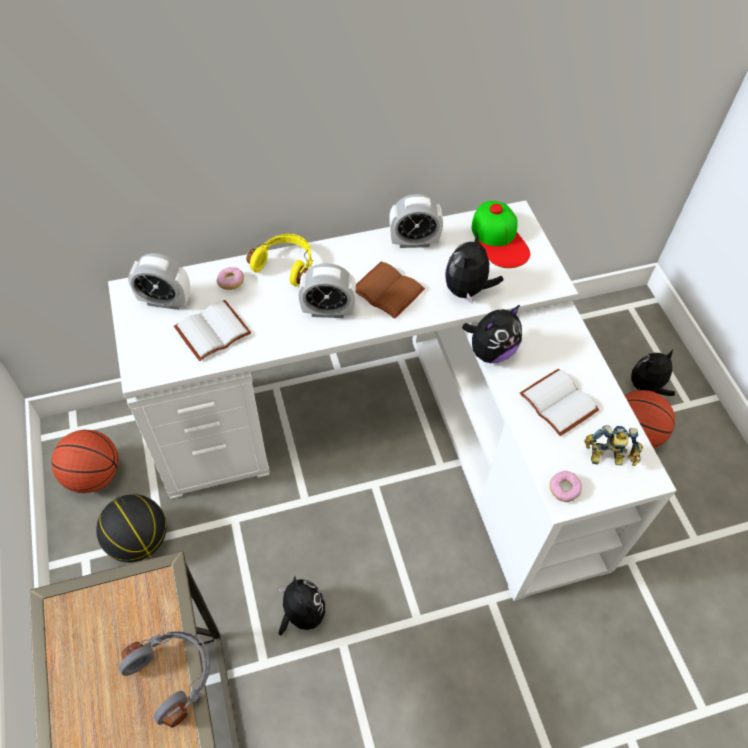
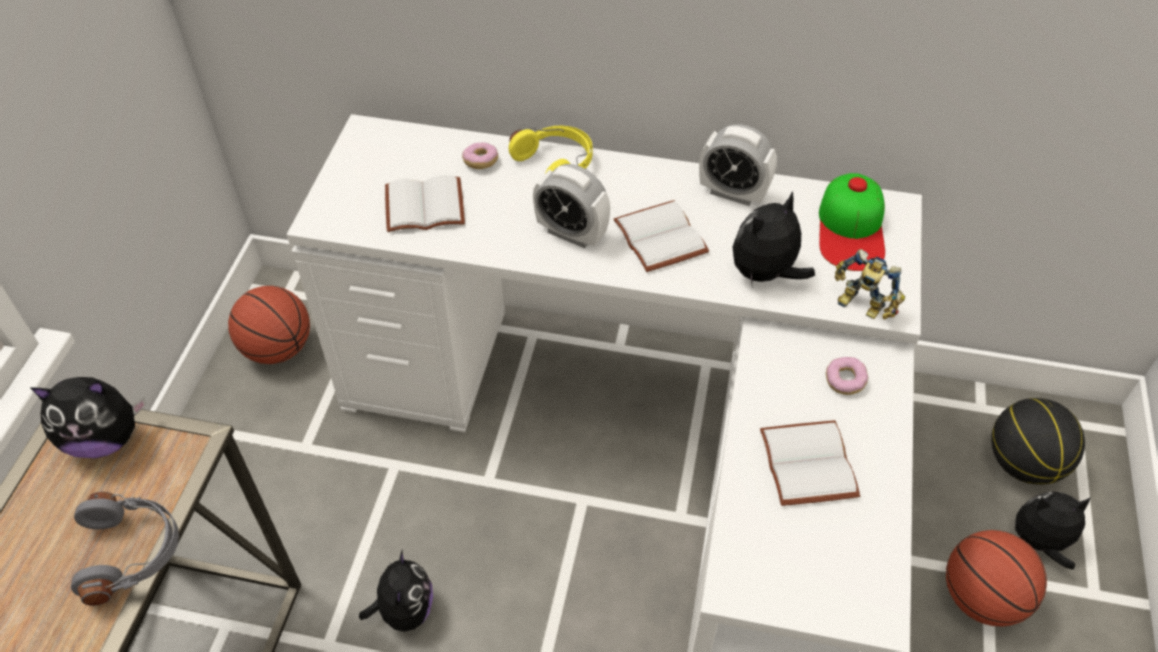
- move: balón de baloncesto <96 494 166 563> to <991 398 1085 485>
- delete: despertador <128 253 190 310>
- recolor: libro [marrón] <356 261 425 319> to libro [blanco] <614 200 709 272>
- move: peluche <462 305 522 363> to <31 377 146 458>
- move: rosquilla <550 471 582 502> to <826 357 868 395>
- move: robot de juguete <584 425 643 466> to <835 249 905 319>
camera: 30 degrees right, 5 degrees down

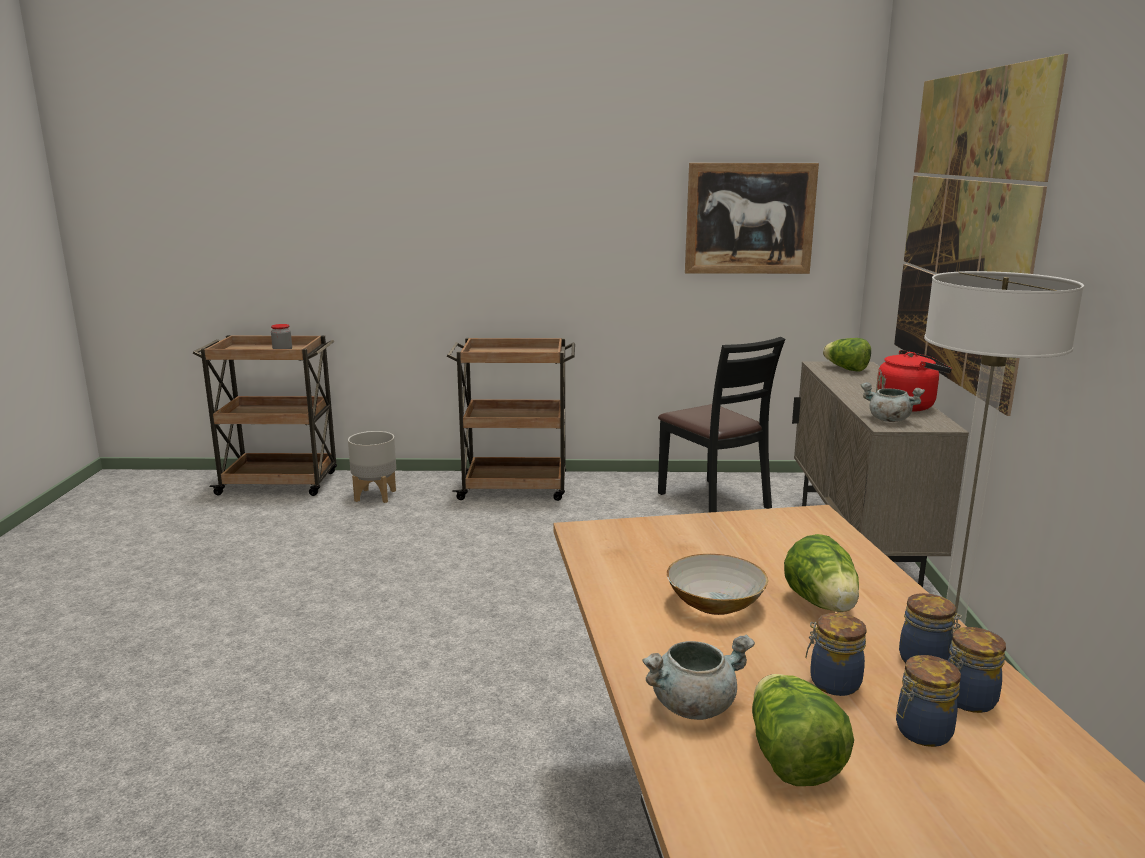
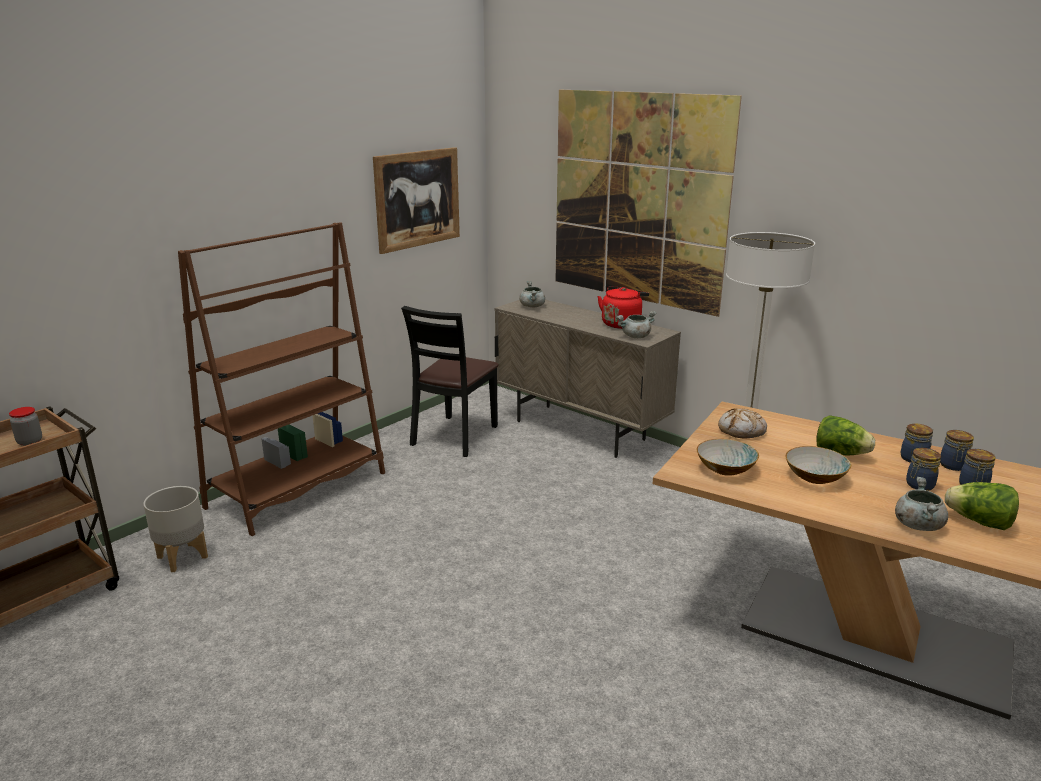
- replace: carrito [marrón] <447 338 575 501> to estantería [marrón] <178 223 385 536>
- rotate: silla [negro] <658 337 786 513> = <401 306 499 457> 105 degrees clockwise
- replace: lechuga <823 338 871 372> to olla [gris] <519 281 545 307>
- insert: cuenco <696 439 759 476>
- insert: pan <718 408 767 439>
camera: 50 degrees left, 5 degrees up

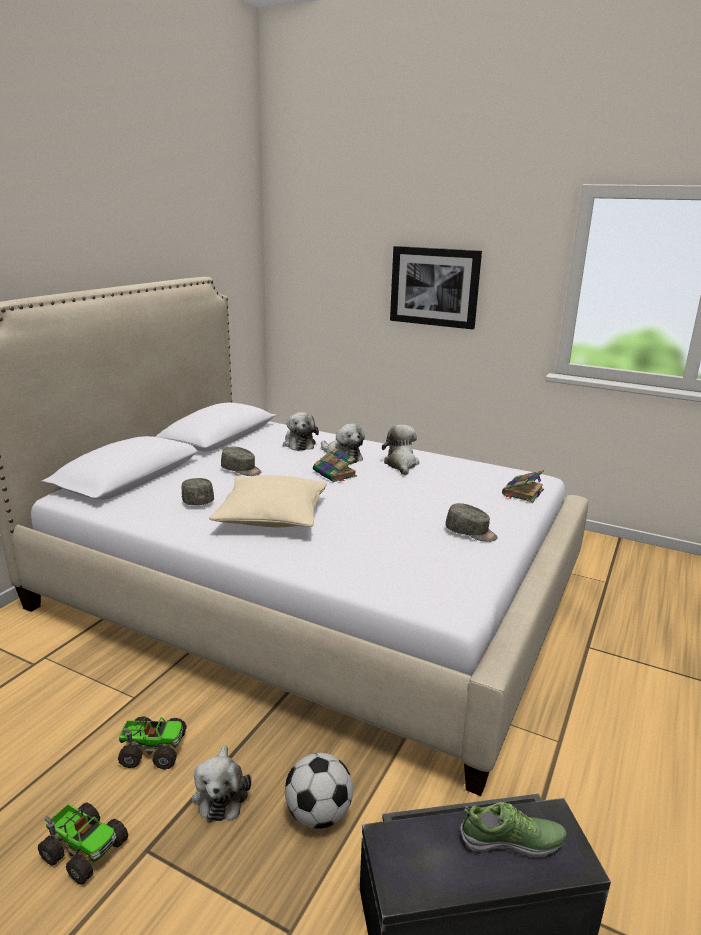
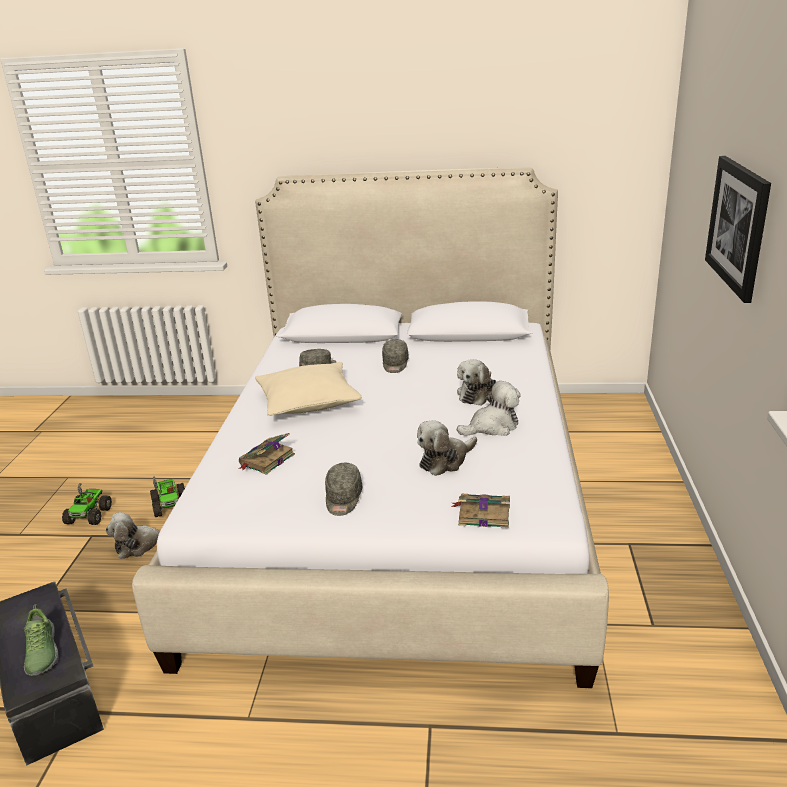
- move: peluche <283 412 319 451> to <417 420 477 476>
- delete: balón de fútbol <285 753 353 829>
- move: libro <313 448 357 482> to <238 433 295 475>
camera: 70 degrees right, 5 degrees up

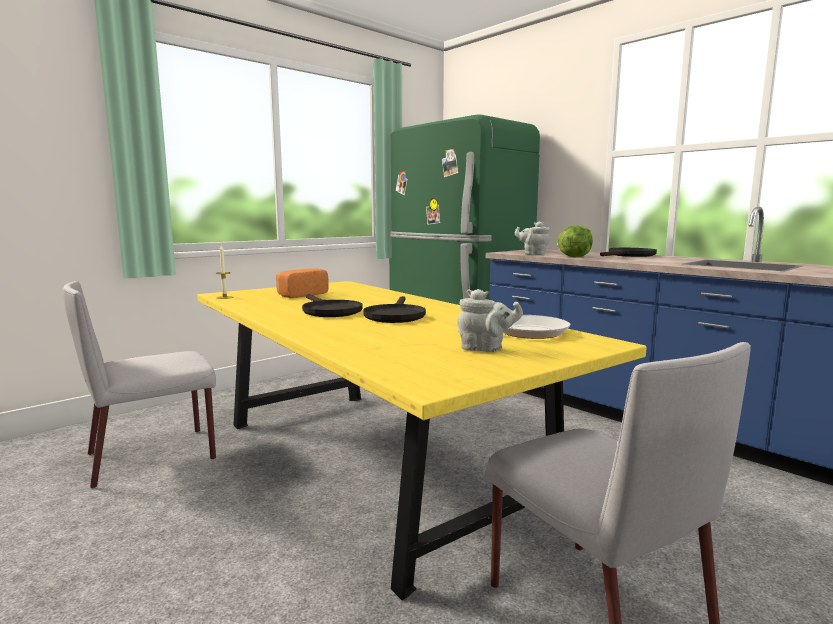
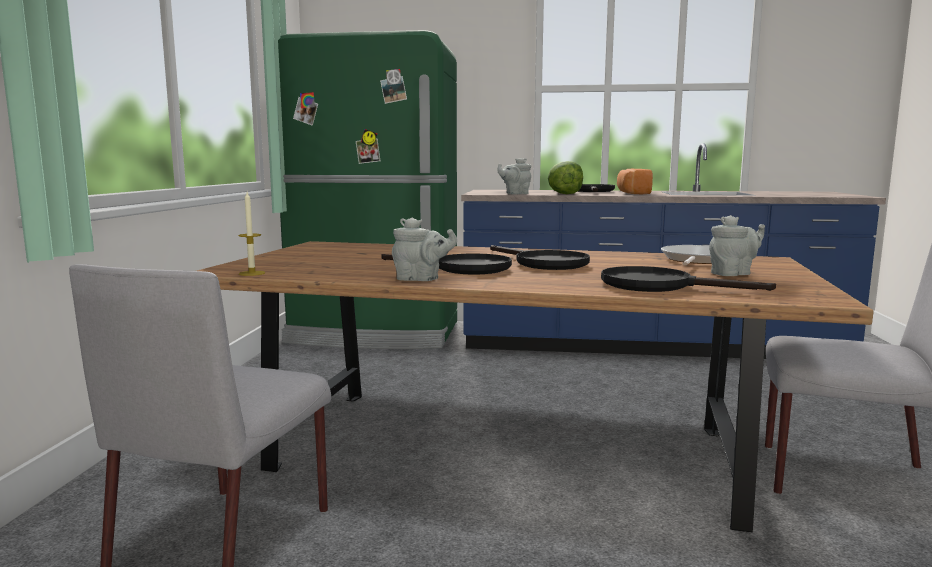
- recolor: mesa de comedor [amarillo] <197 281 647 600> to mesa de comedor [marrón] <197 241 874 532>
- move: pan <276 268 328 298> to <617 169 653 194>
- insert: tetera [gris] <392 218 457 281>
- insert: sartén [negro] <601 266 776 292>
camera: 40 degrees left, 0 degrees up

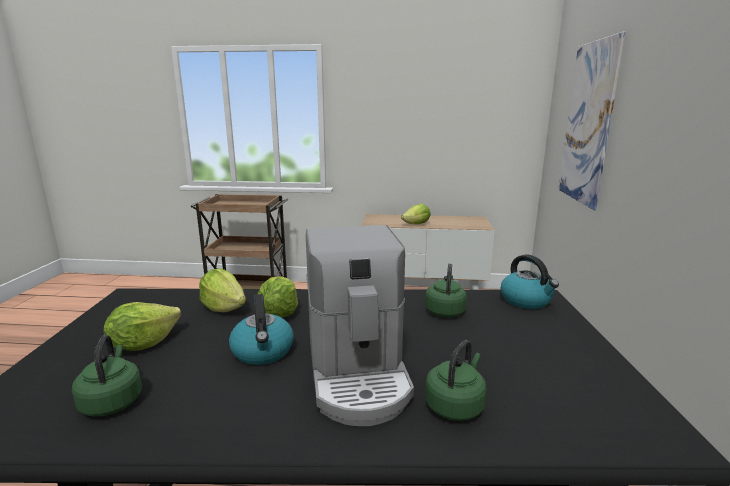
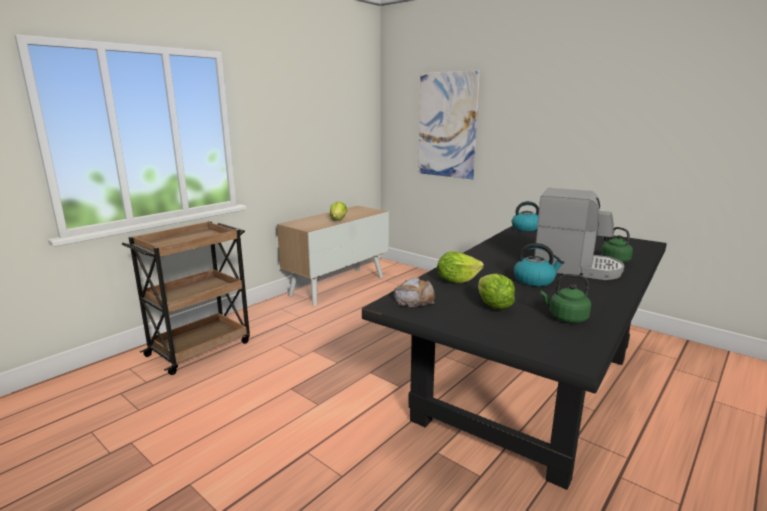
- delete: lechuga <258 276 298 317>
- delete: hervidor [verde] <425 263 467 317>
- insert: pan <394 278 435 307>
camera: 55 degrees left, 0 degrees up

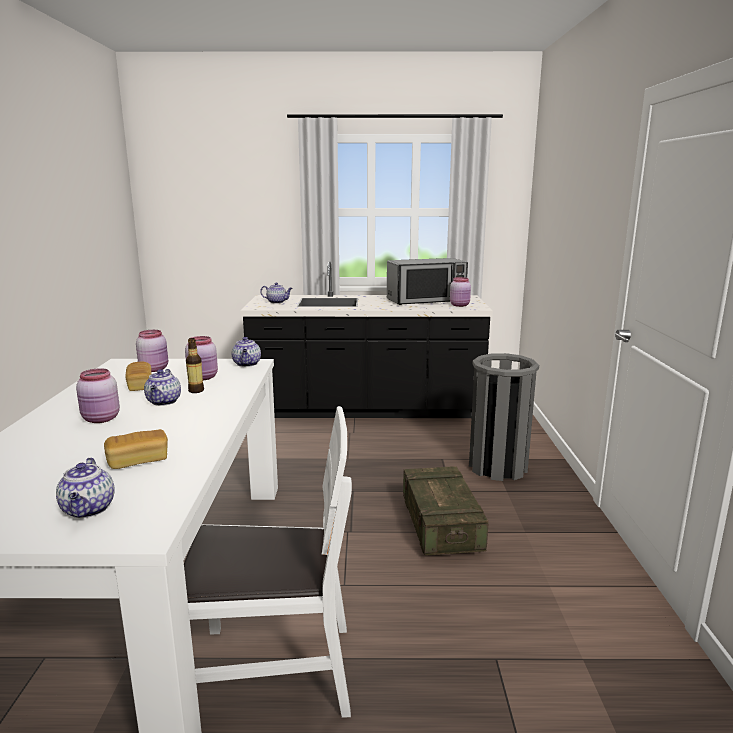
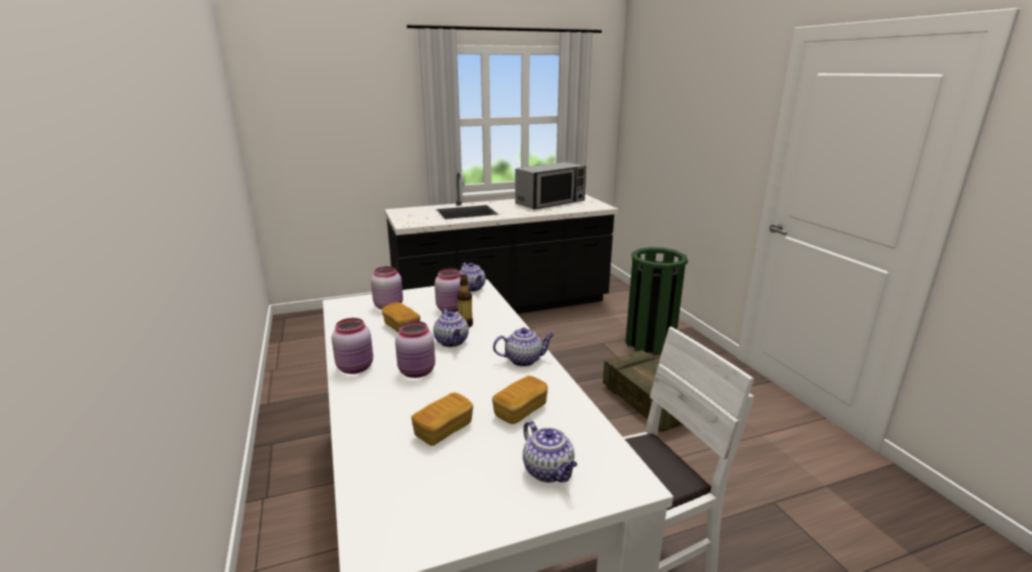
- move: tetera <260 282 292 303> to <493 328 554 367>
- move: tarro [rosa] <450 277 471 307> to <332 318 373 374>
- recolor: papelera [gris] <469 353 539 481> to papelera [verde] <625 247 688 355>
- insert: pan <411 393 473 446>
camera: 20 degrees left, 5 degrees up

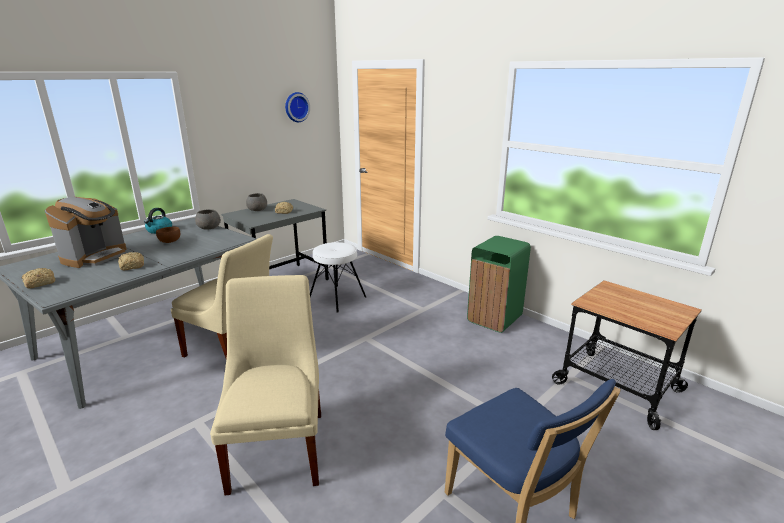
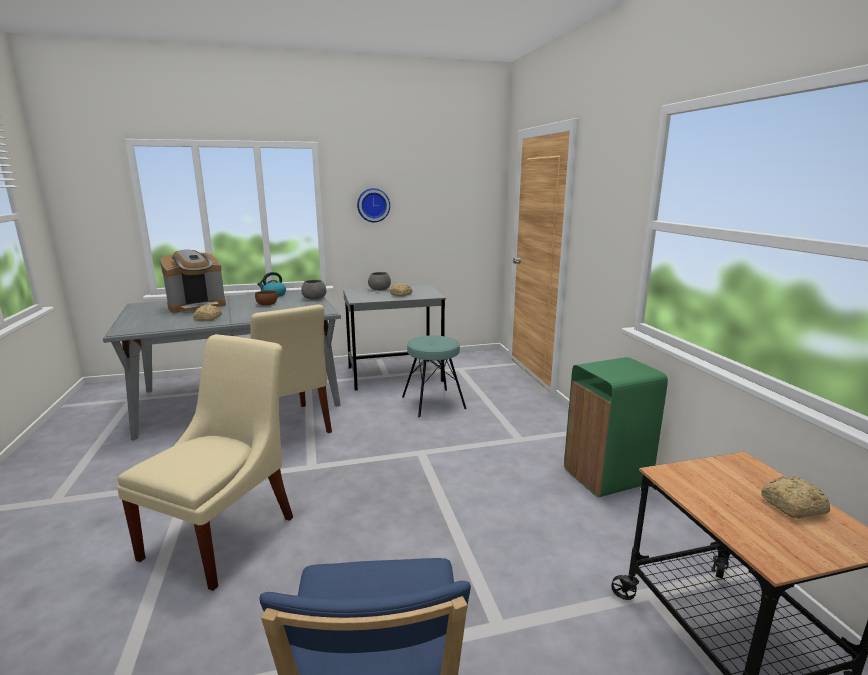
- move: pan <22 268 55 289> to <761 476 830 518>
- move: reloj de pared <285 92 310 122> to <357 188 390 222>
- recolor: taburete [blanco] <310 242 366 313> to taburete [turquesa] <402 335 467 417>
camera: 30 degrees right, 5 degrees down

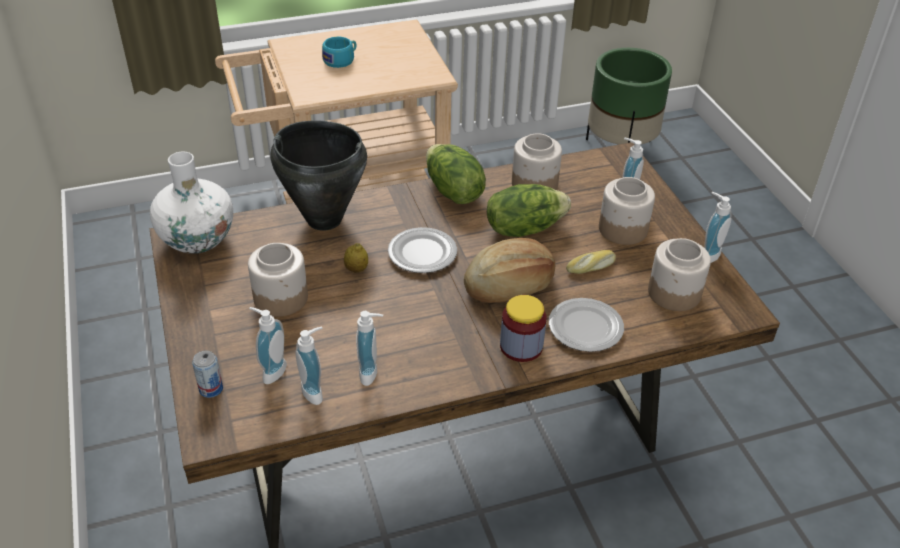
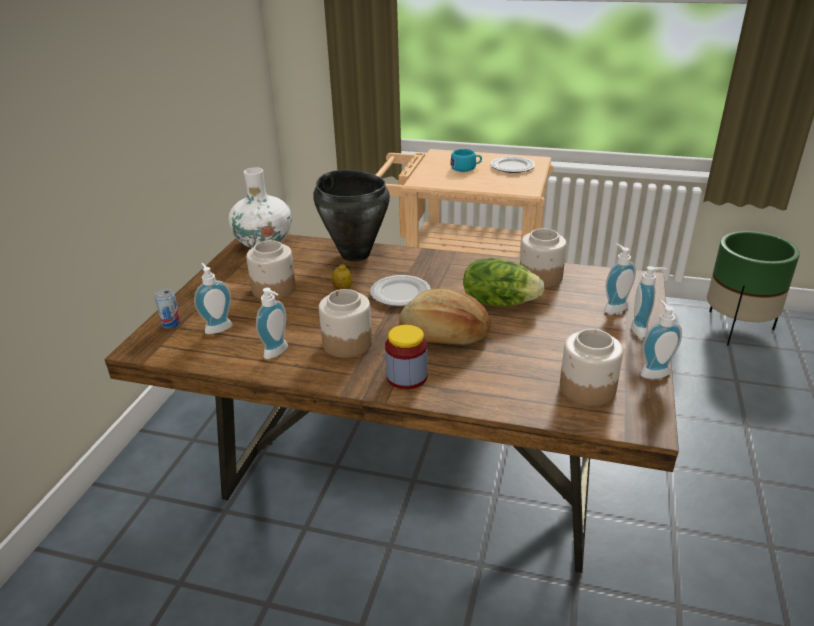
- move: dispensador de jabón <295 327 323 405> to <631 266 667 338>
- delete: lechuga <426 144 486 204>
- move: plato <549 298 624 352> to <490 156 535 173>
- delete: pan <566 250 616 274>
- move: tarro <599 177 655 245> to <319 289 372 358>
camera: 35 degrees right, 10 degrees down

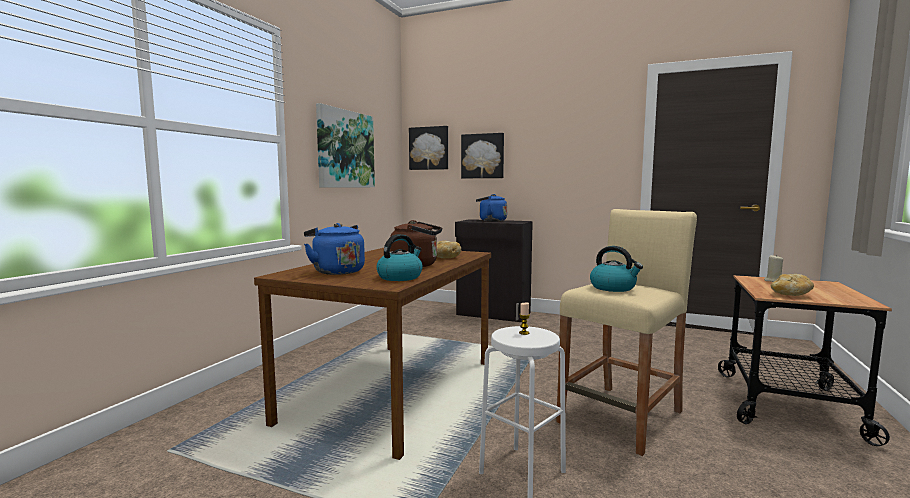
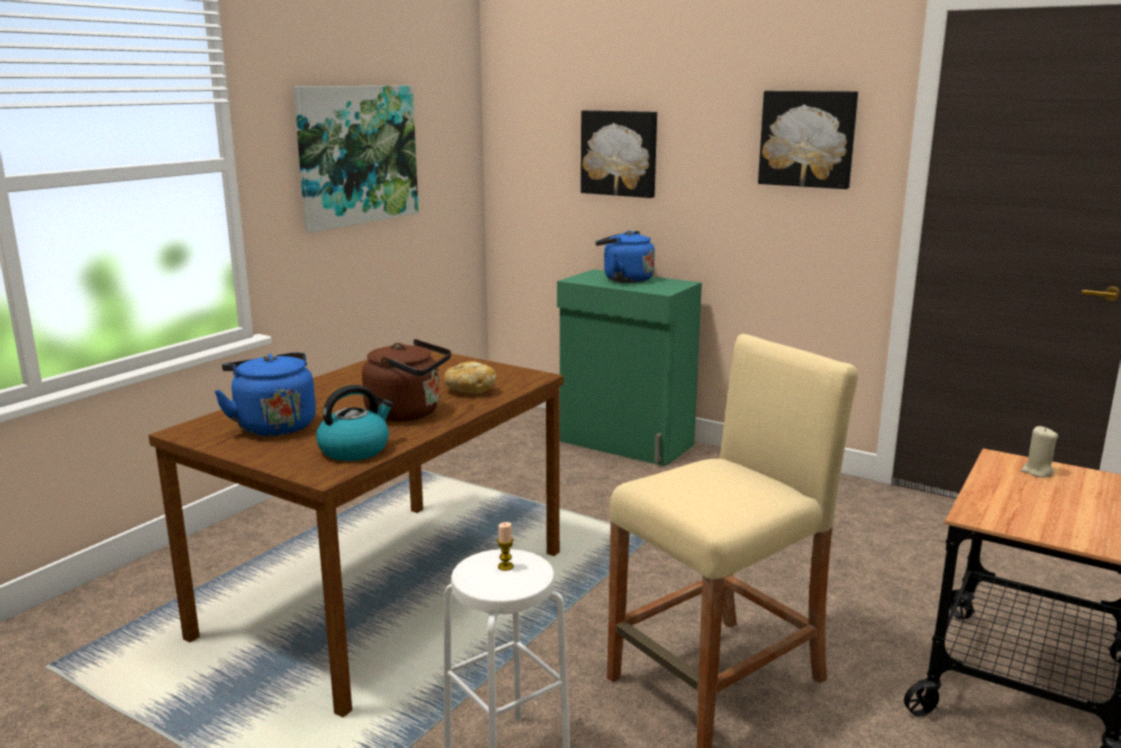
- move: cuadro <409 126 448 170> to <758 91 858 189>
- recolor: armario [negro] <455 219 533 322> to armario [verde] <557 269 702 466>
- delete: hervidor <590 246 643 292>
- delete: pan <771 274 814 296>
camera: 10 degrees right, 10 degrees up

